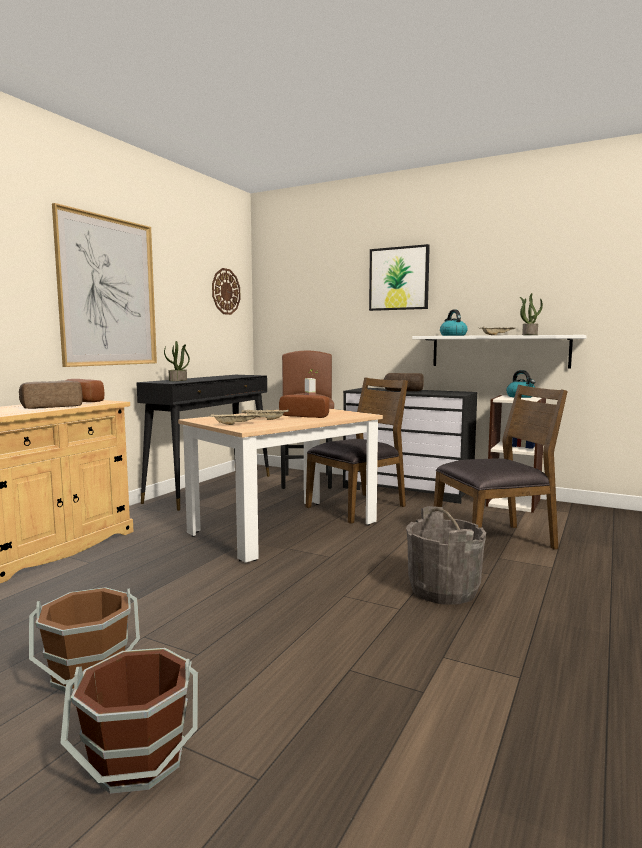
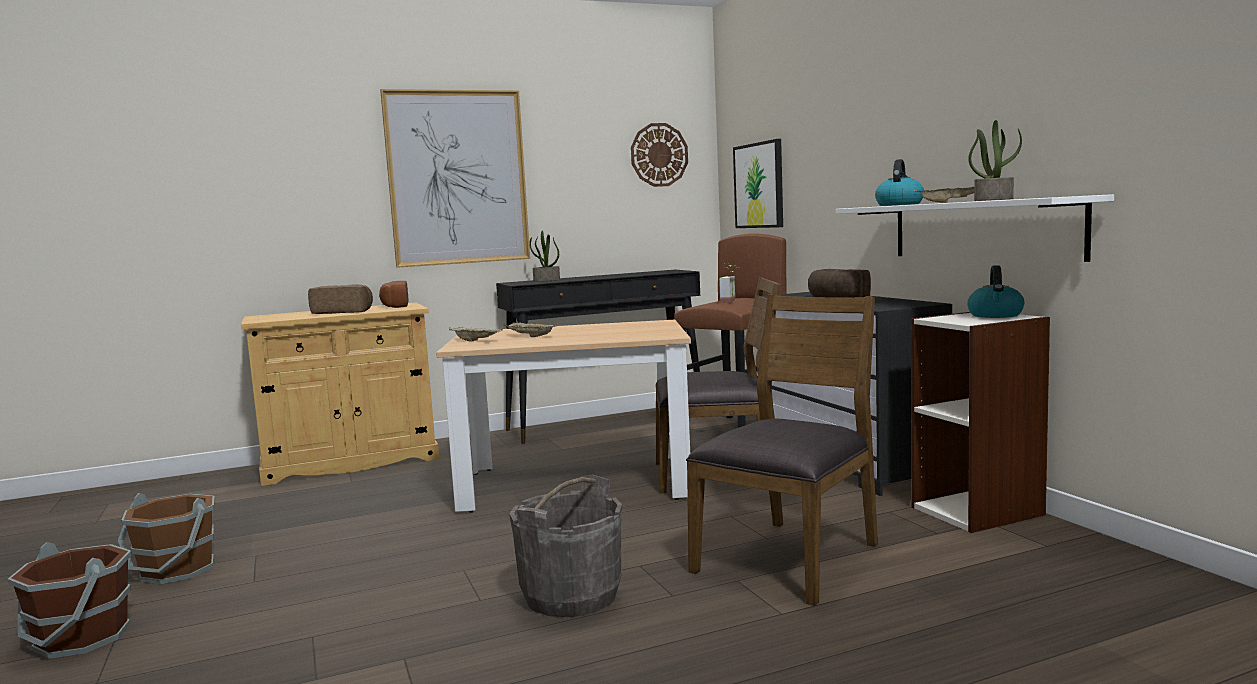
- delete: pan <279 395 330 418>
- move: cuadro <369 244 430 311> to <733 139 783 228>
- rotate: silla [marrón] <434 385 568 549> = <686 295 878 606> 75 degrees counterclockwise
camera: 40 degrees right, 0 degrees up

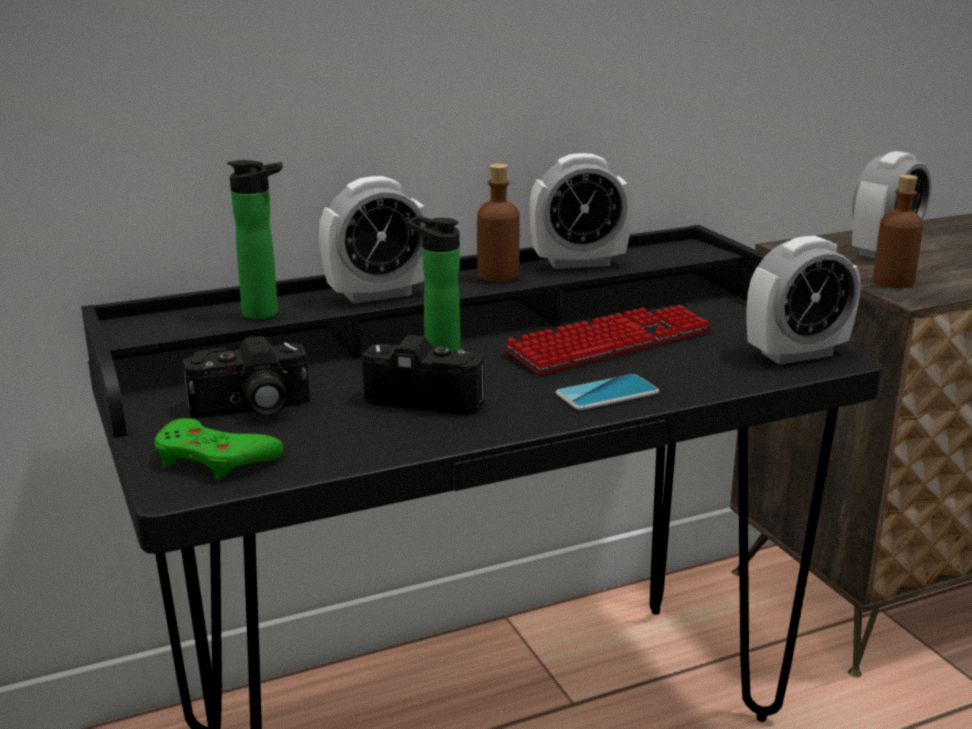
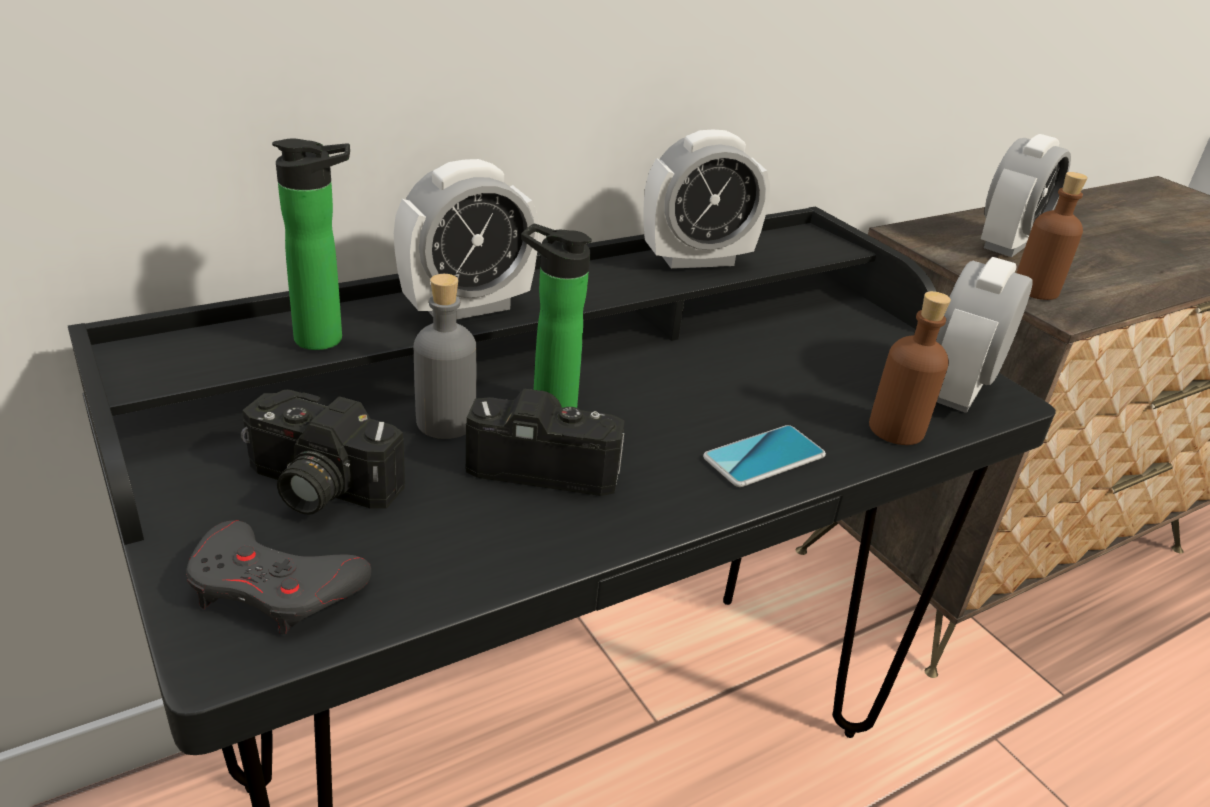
- recolor: mando de consola [verde] <154 418 283 480> to mando de consola [gris] <186 520 371 634>
- rotate: cámara <183 336 310 418> = <241 390 405 515> 45 degrees clockwise
- move: botella [marrón] <477 164 520 282> to <869 291 951 445>
- delete: teclado <502 305 713 375>
- rotate: despertador <746 236 860 365> = <936 257 1033 413> 150 degrees clockwise
- insert: botella [gris] <414 274 477 439>
camera: 10 degrees left, 10 degrees up

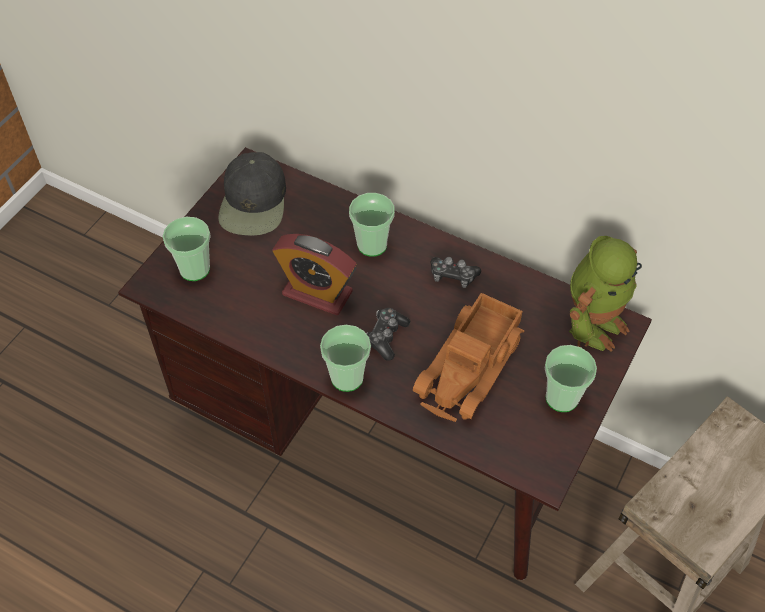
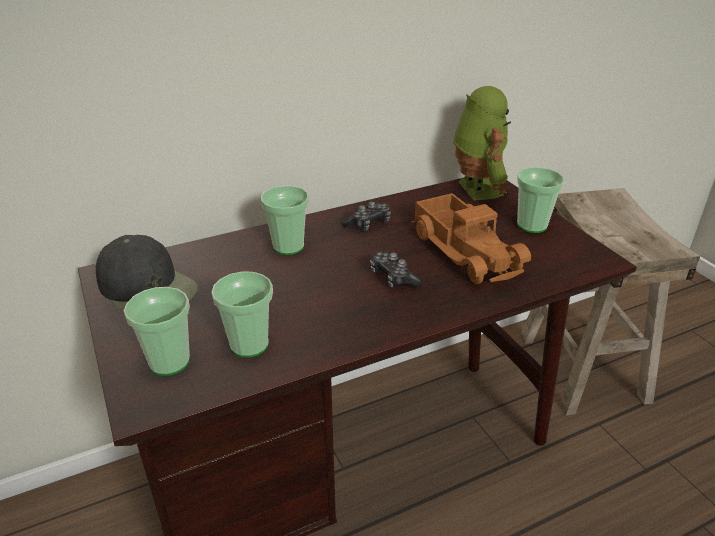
- delete: despertador <272 234 356 315>
- move: taza <320 325 371 392> to <211 272 273 357>
camera: 55 degrees left, 20 degrees down

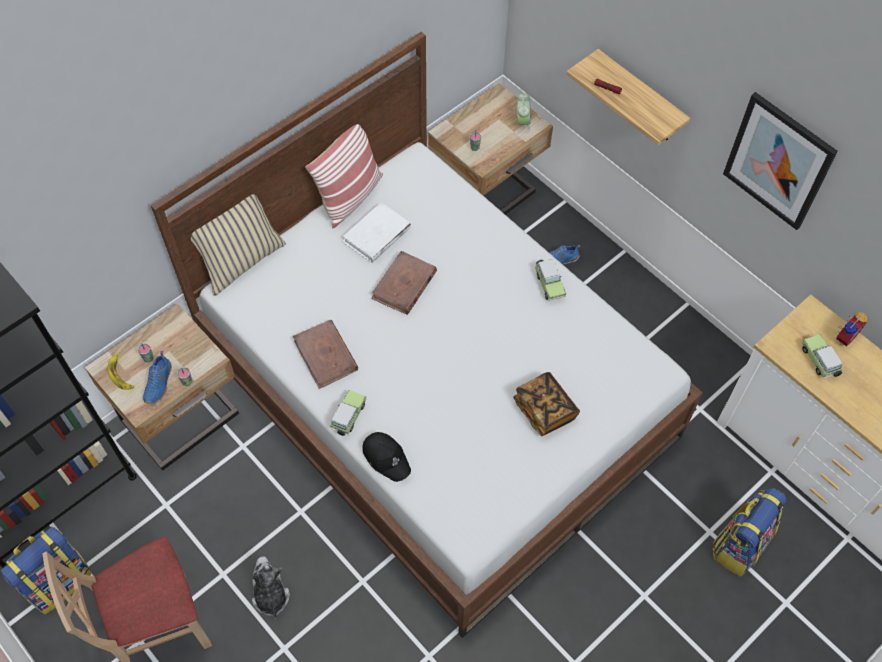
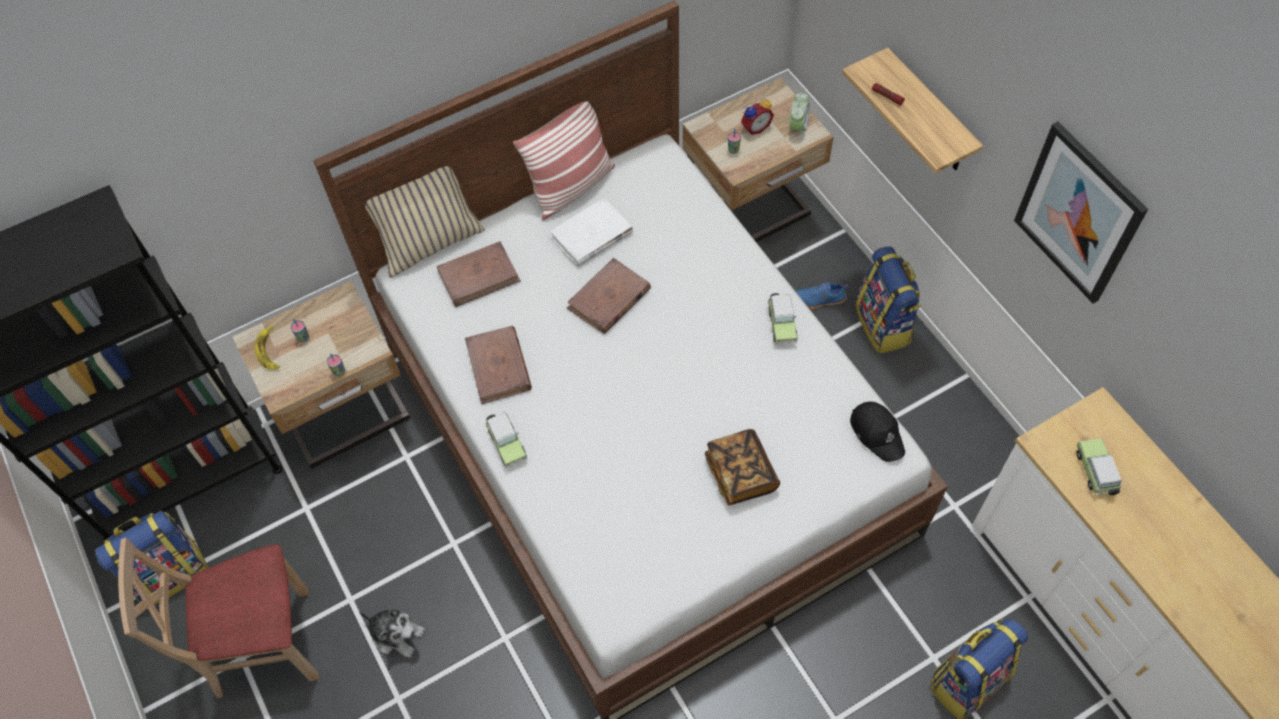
- delete: zapato [azul] <143 351 172 404>
- rotate: peluche <252 556 290 620> = <359 609 425 658> 120 degrees clockwise
- rotate: coche de juguete <330 390 366 436> = <486 412 527 468> 120 degrees clockwise
- move: gorra [negro] <362 432 411 482> to <850 402 905 462>
- move: despertador <836 312 867 347> to <741 98 774 135>
- insert: libro [marrón] <437 241 521 307>
- insert: mochila <856 246 921 353>
camera: 15 degrees right, 0 degrees up

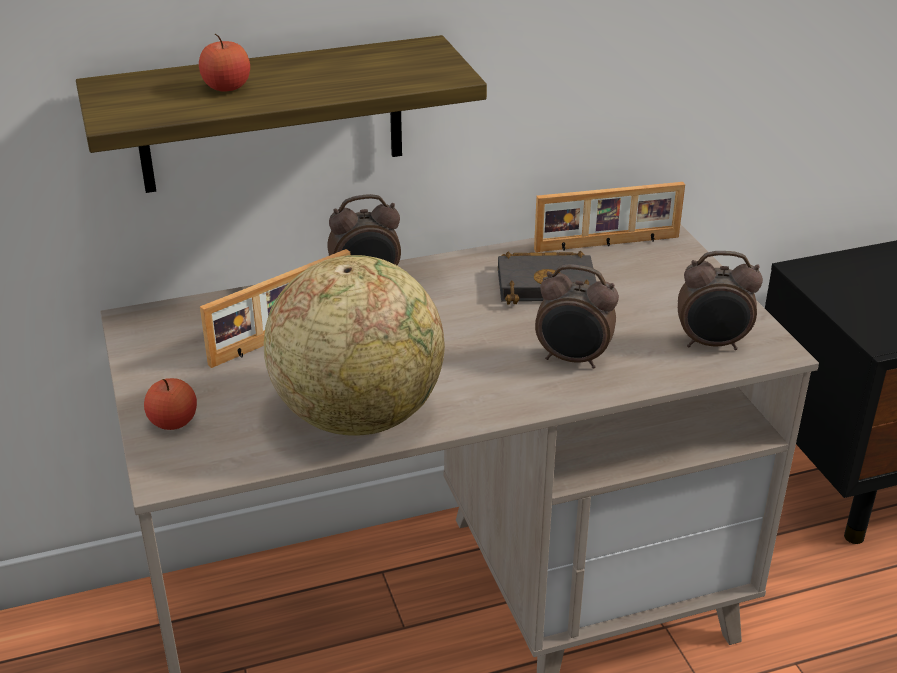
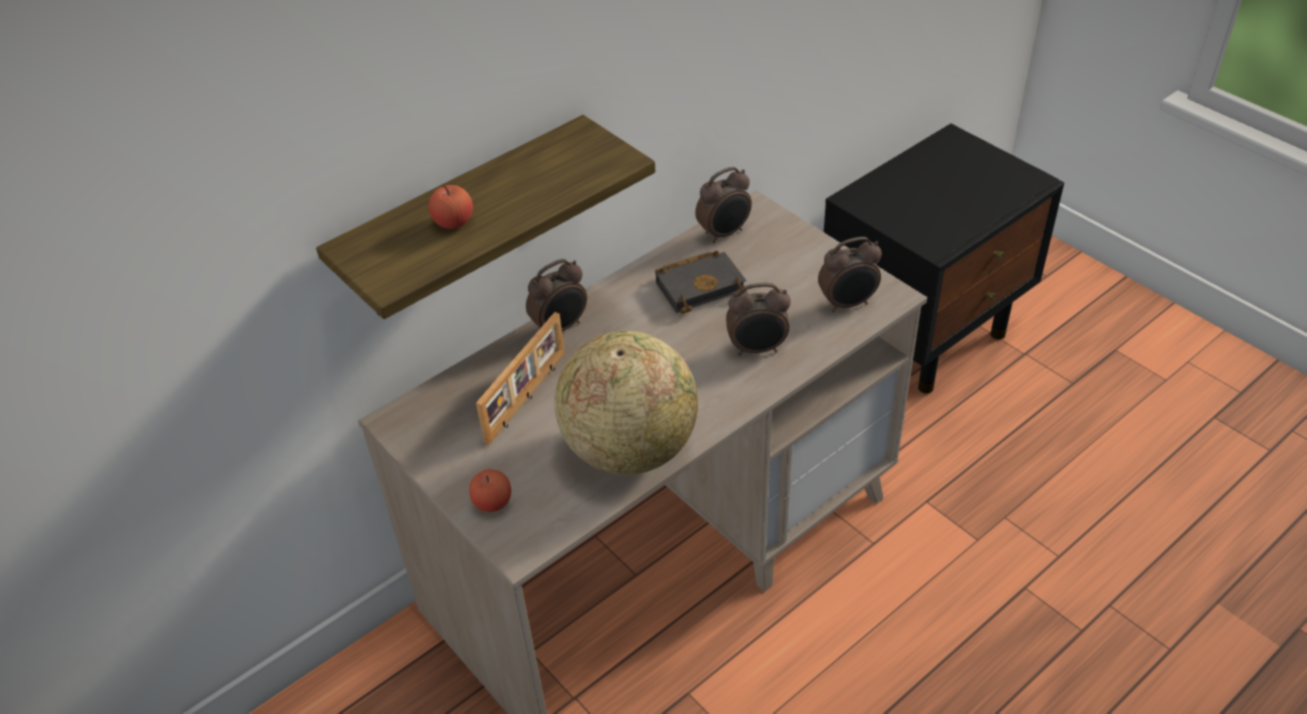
- replace: portarretratos <534 182 685 252> to despertador <695 167 752 243>
camera: 20 degrees left, 10 degrees up

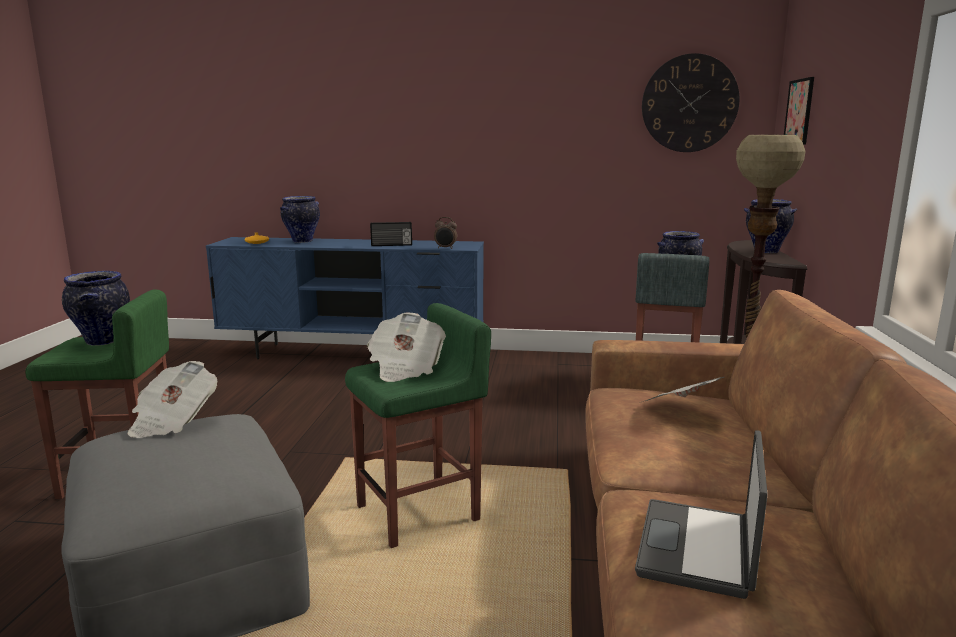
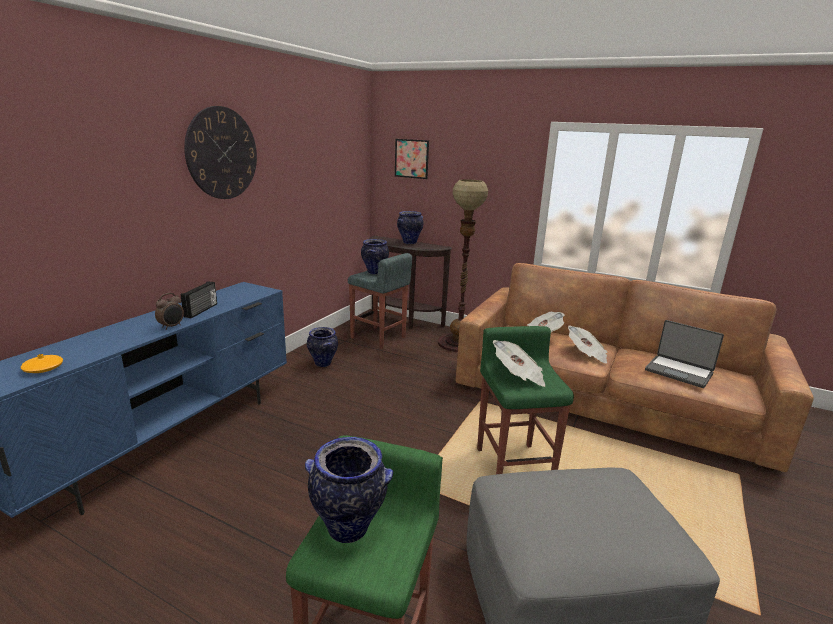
- move: periódico <128 361 217 438> to <568 326 607 364>
- move: florero <280 196 320 243> to <307 327 338 367>
- move: despertador <434 217 457 249> to <155 293 184 330>
- move: reloj de pared <642 53 740 152> to <184 106 257 199>
camera: 70 degrees left, 5 degrees up

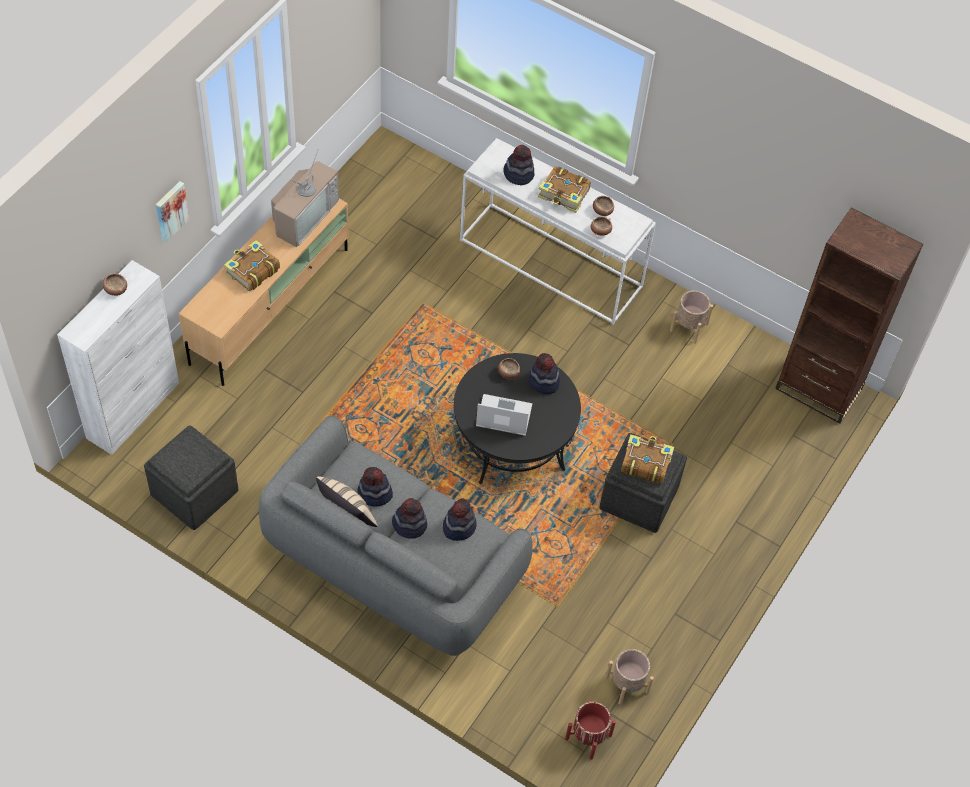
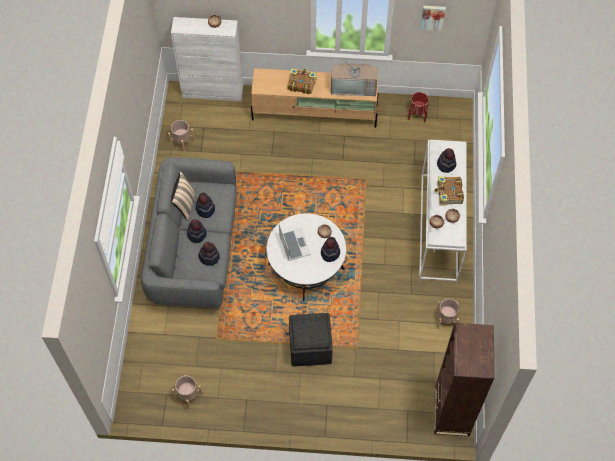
- replace: puf [gris] <144 425 239 530> to maceta [beis] <168 120 195 152>
- move: cuadro <156 181 189 242> to <420 6 446 31>
- recolor: mesa de centro [negro] <454 353 581 484> to mesa de centro [blanco] <267 213 346 301>
- move: maceta [rojo] <565 701 616 760> to <408 92 429 123>
- delete: libro <621 434 674 483>
camera: 65 degrees right, 5 degrees up

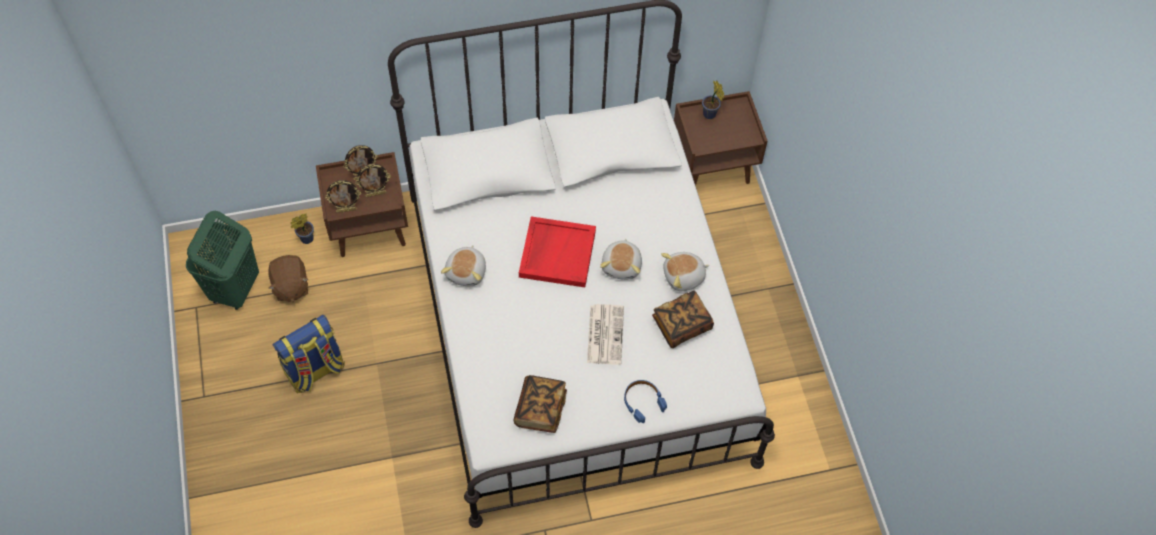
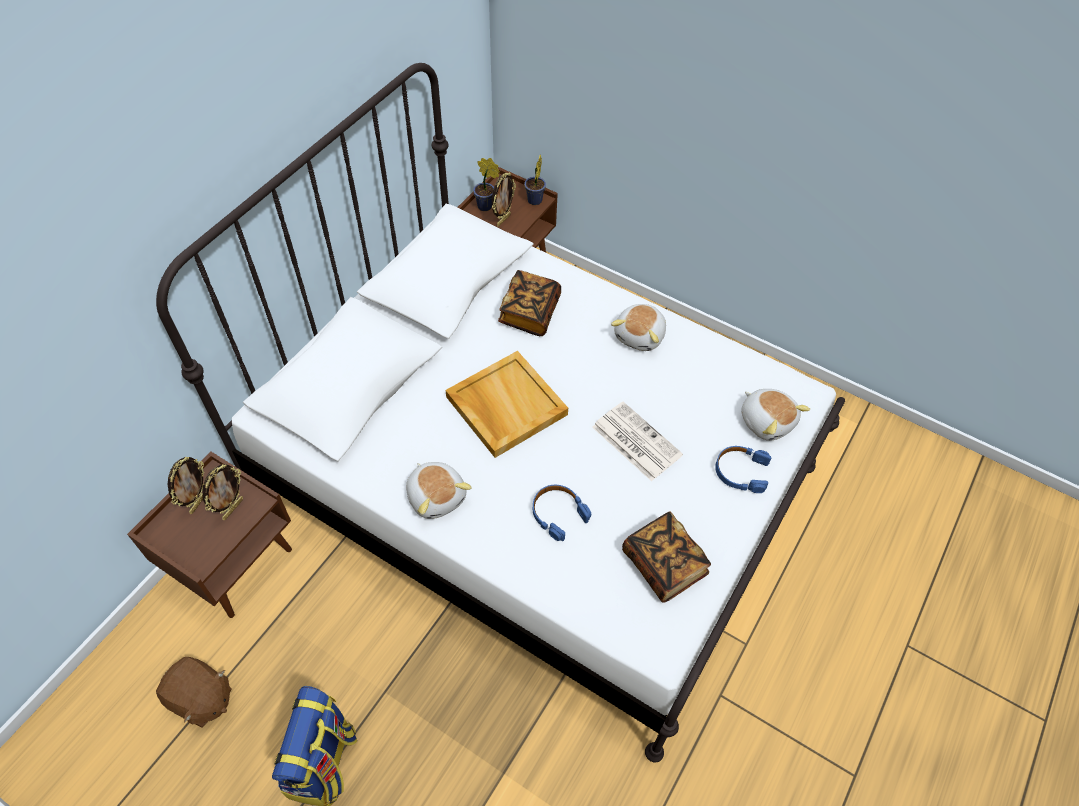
- delete: cesto de la ropa [verde] <186 211 259 310>
- move: planta en maceta <290 214 314 244> to <524 155 546 205>
- move: portarretratos <325 180 361 213> to <492 172 516 227>
- recolor: bandeja [rojo] <519 216 596 287> to bandeja [beis] <445 351 568 458>
- move: peluche <600 239 642 280> to <741 389 810 441>
- move: libro <652 291 714 348> to <498 270 561 336>
- insert: auriculares [azul] <533 485 591 541>
camera: 45 degrees left, 5 degrees down

